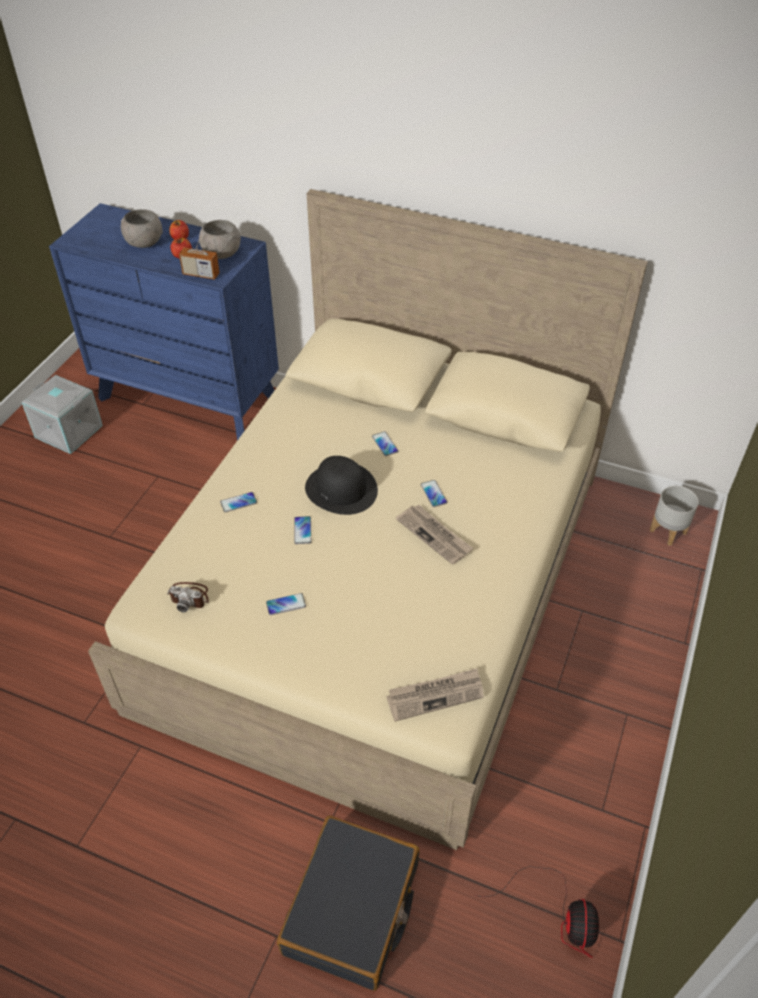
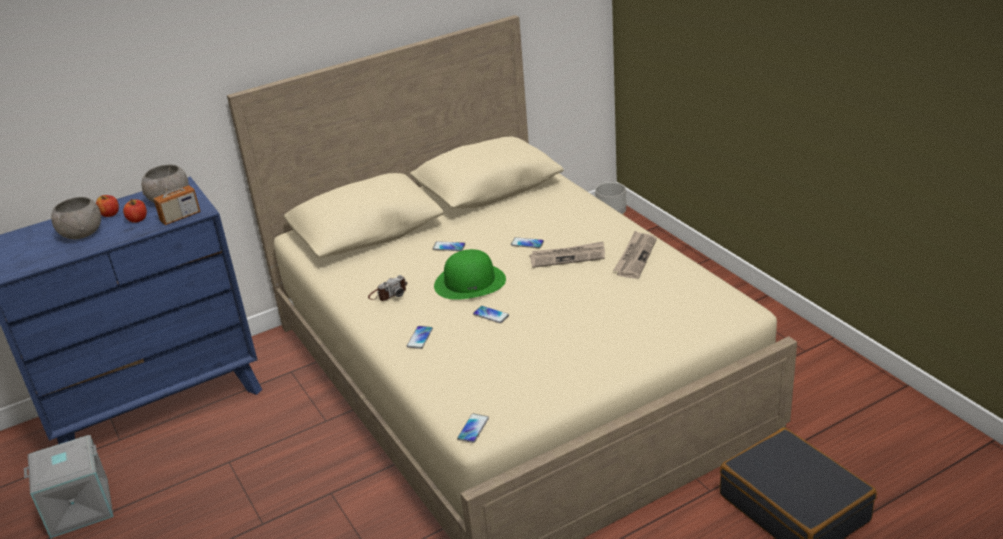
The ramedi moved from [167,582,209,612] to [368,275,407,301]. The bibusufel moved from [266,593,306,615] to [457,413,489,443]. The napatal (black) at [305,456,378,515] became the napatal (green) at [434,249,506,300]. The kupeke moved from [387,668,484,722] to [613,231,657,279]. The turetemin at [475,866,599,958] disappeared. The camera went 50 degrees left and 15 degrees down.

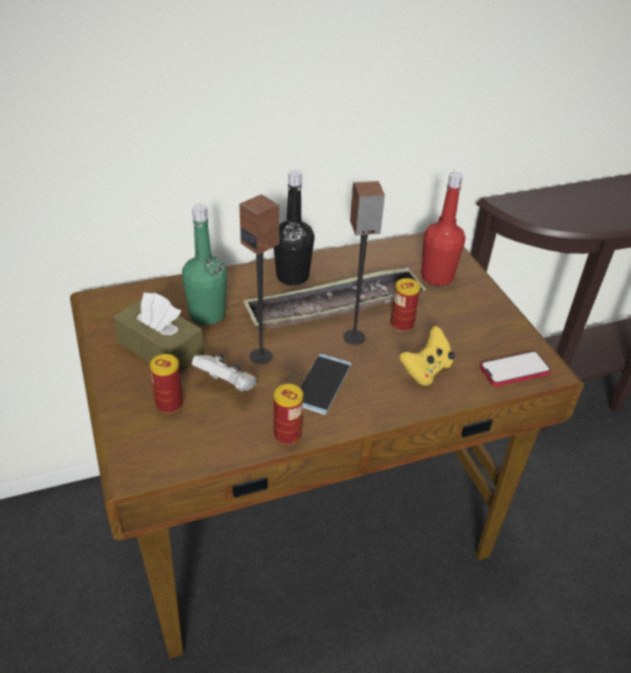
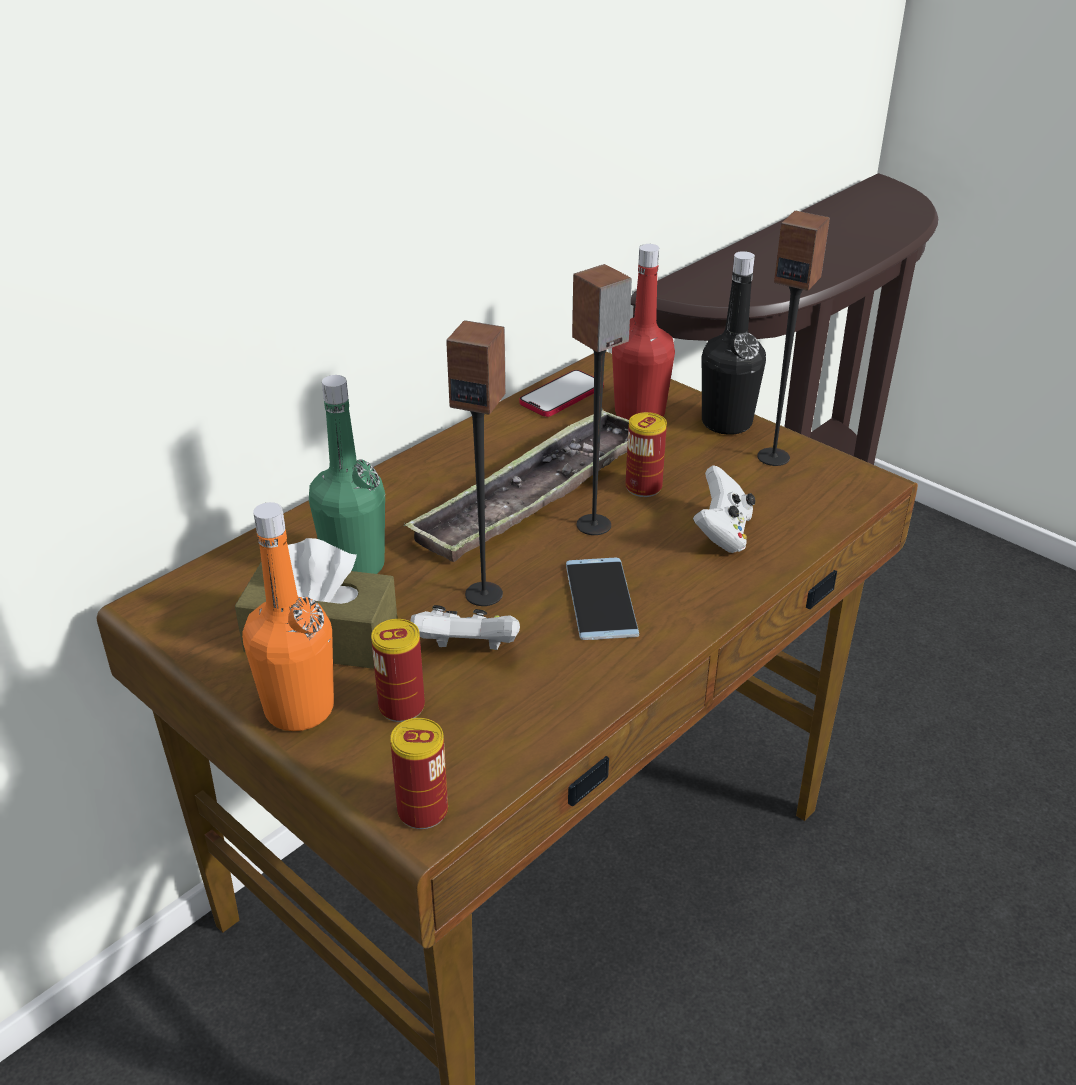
The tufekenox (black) moved from [274,170,314,285] to [702,251,766,435]. The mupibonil moved from [274,384,303,445] to [390,718,448,829]. The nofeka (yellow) at [399,326,455,386] became the nofeka (white) at [693,465,755,553]. The bibusufel moved from [480,351,551,386] to [519,370,604,417]. The tufekenox (orange) at [242,502,334,731] appeared. The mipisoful at [757,211,830,466] appeared. The camera went 25 degrees left and 5 degrees down.

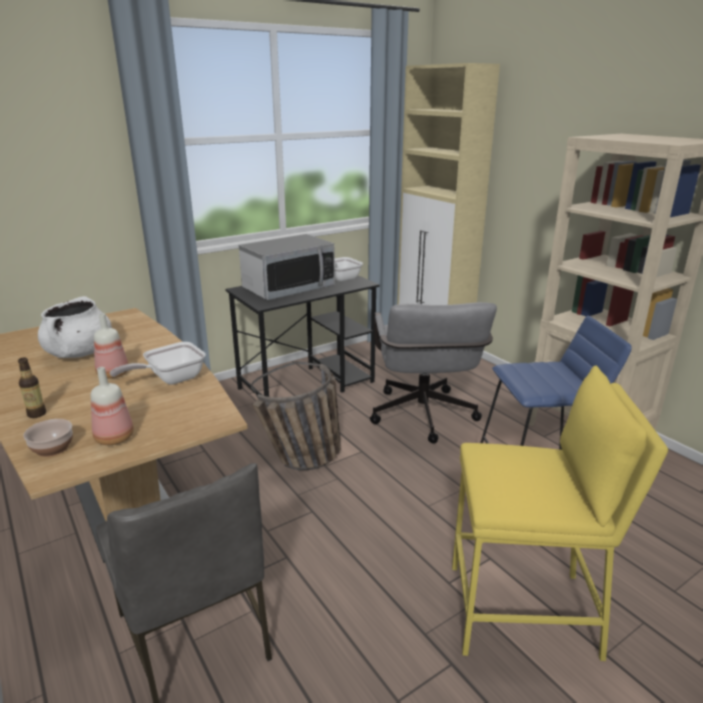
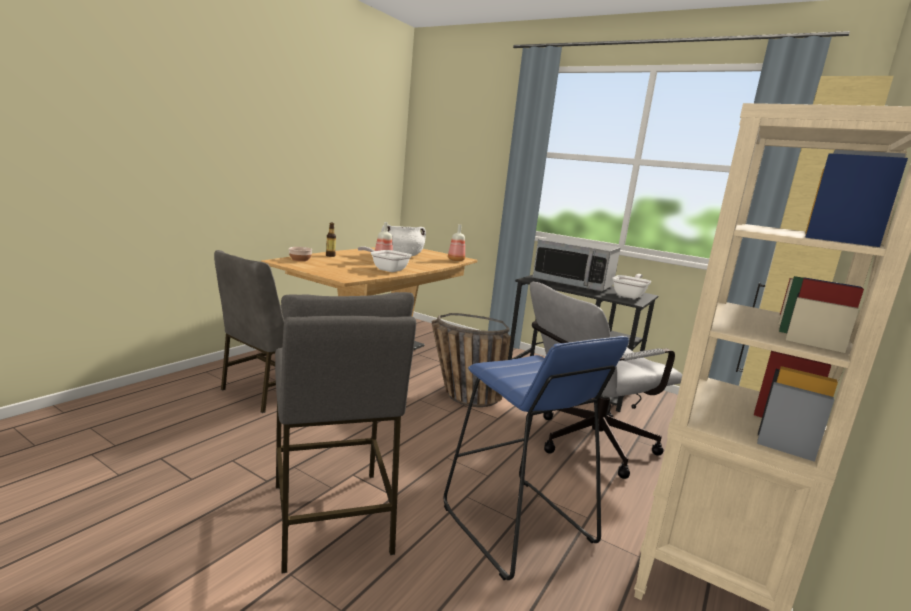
The tufekenox moved from [91,367,134,445] to [448,224,465,261]. The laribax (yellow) at [452,366,668,661] became the laribax (grey) at [275,292,416,573]. The camera went 65 degrees right and 10 degrees down.

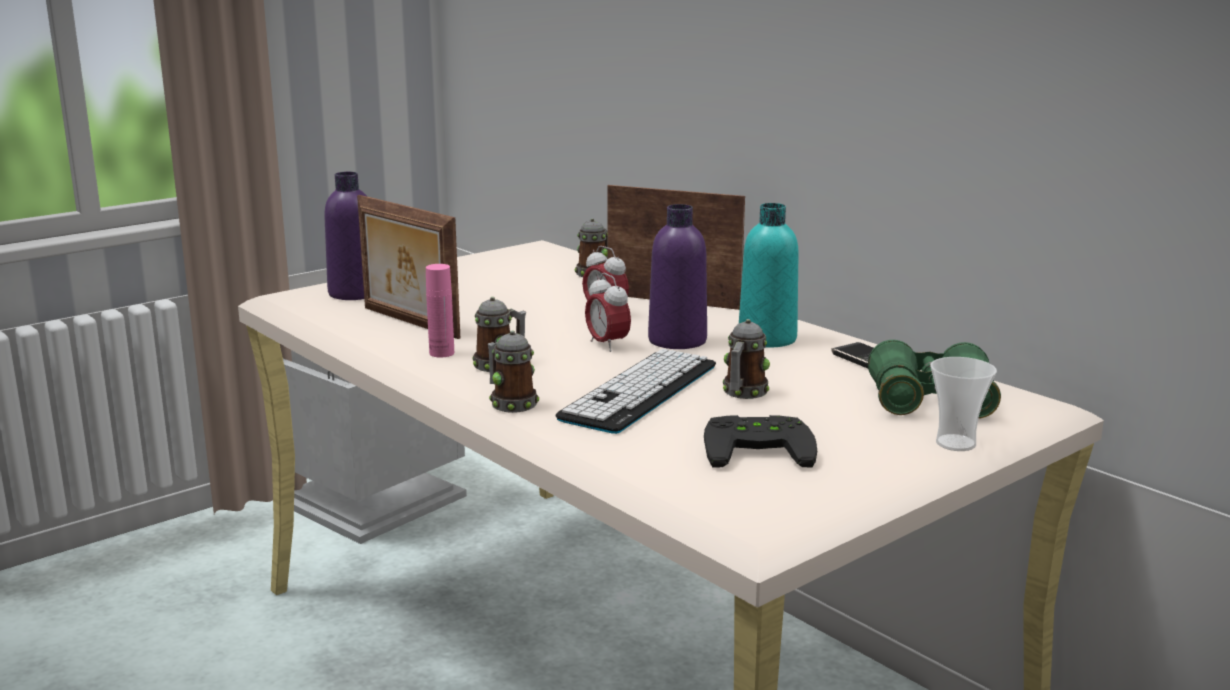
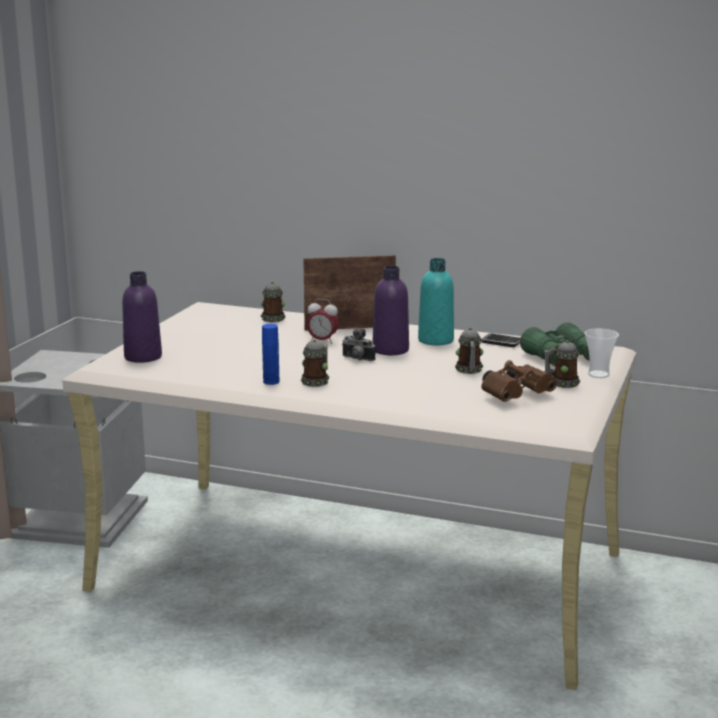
The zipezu at [357,195,460,339] disappeared. The tufekenox (pink) at [426,264,454,358] became the tufekenox (blue) at [262,324,279,385]. The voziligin moved from [488,330,539,413] to [544,340,580,388]. The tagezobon at [555,349,716,434] disappeared. The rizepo at [585,273,631,352] was replaced by the ramedi at [342,328,375,361]. The nofeka (black) at [704,415,817,468] was replaced by the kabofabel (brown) at [481,360,557,402]. The camera went 30 degrees left and 0 degrees up.

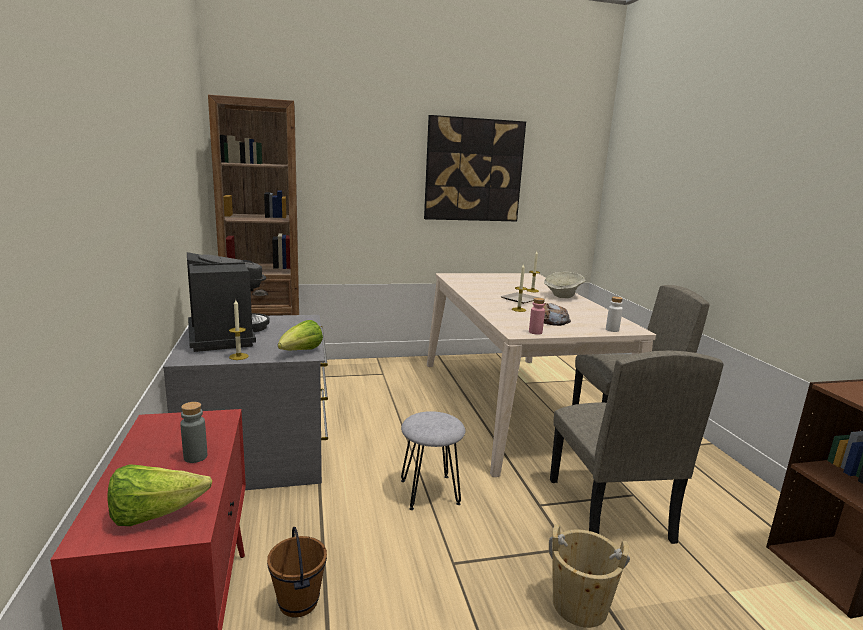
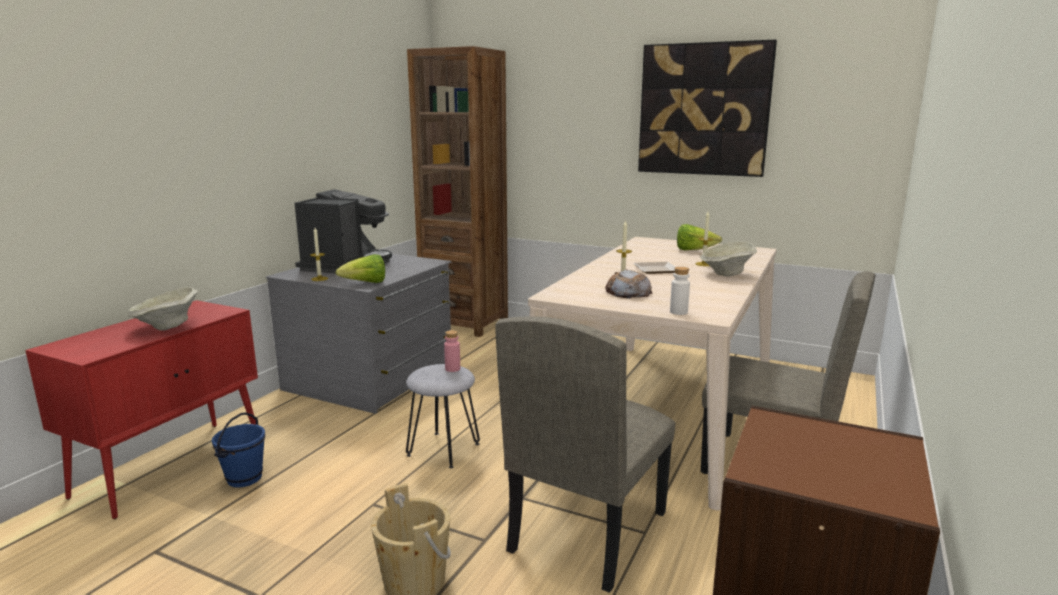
The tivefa moved from [108,464,212,526] to [677,224,722,250]. The tufekenox (grey) at [180,402,208,463] was replaced by the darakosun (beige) at [128,287,197,331]. The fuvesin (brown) at [267,527,327,618] became the fuvesin (blue) at [212,412,265,488]. The tufekenox (pink) moved from [529,298,545,335] to [444,330,460,372]. The camera went 40 degrees right and 0 degrees up.

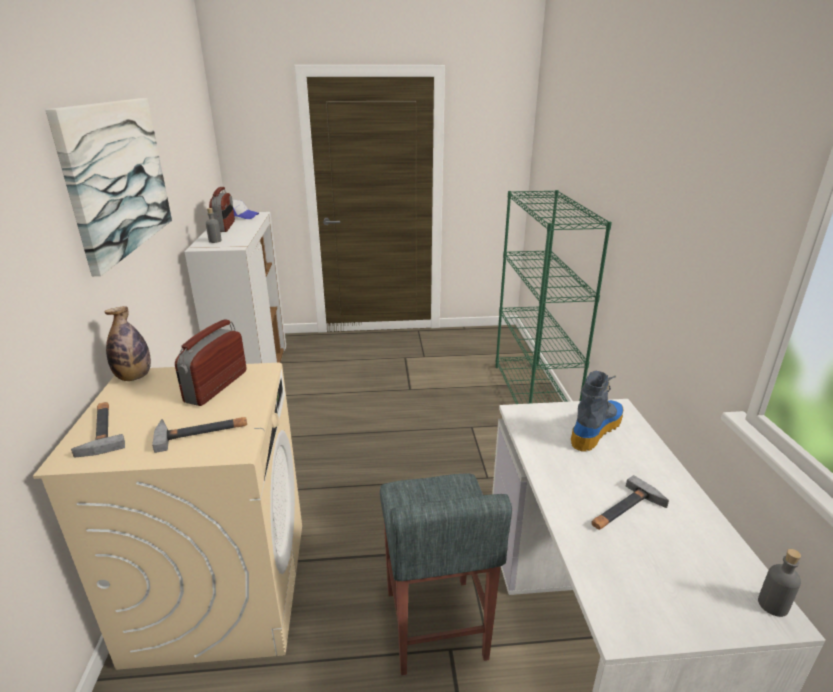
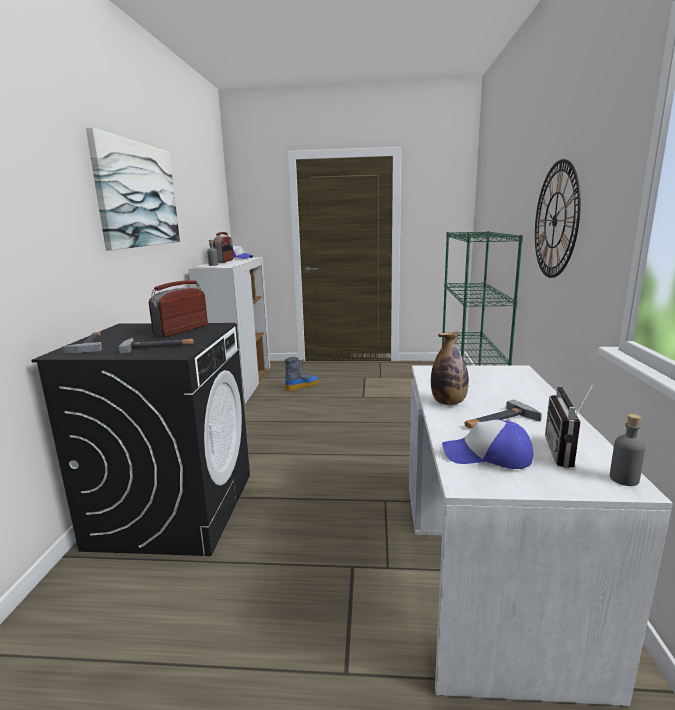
The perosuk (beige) at [33,363,302,670] became the perosuk (black) at [31,323,250,556]. The tufekenox moved from [104,306,151,381] to [431,332,469,405]. The laribax (grey) at [380,474,512,675] disappeared. The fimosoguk moved from [571,371,623,452] to [285,357,319,392]. The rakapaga at [442,419,533,469] appeared. The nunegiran at [535,159,581,278] appeared. The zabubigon at [545,380,596,468] appeared. The camera went 10 degrees right and 10 degrees down.

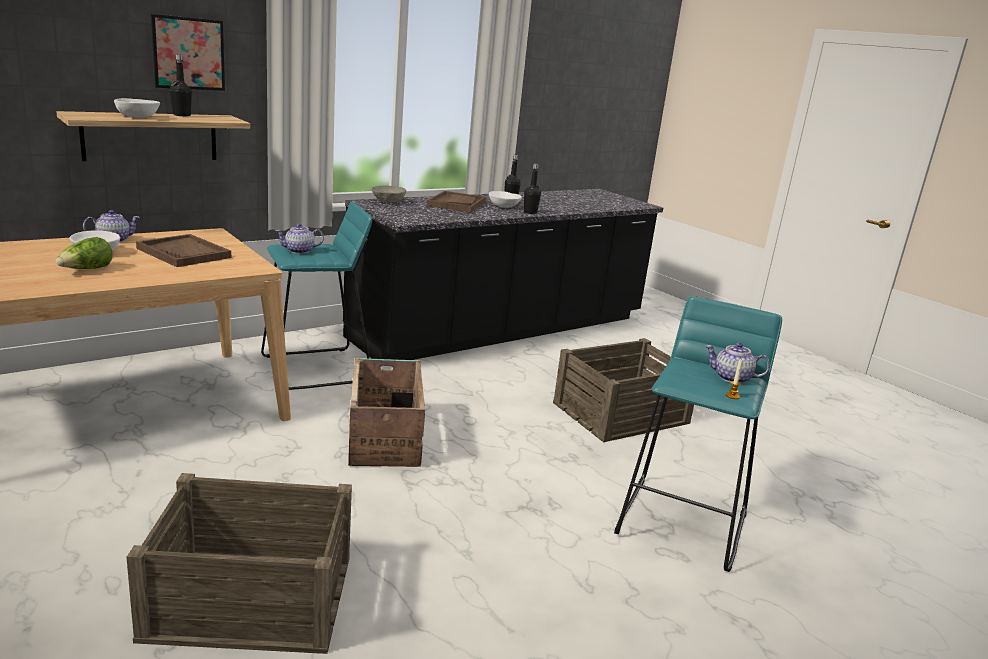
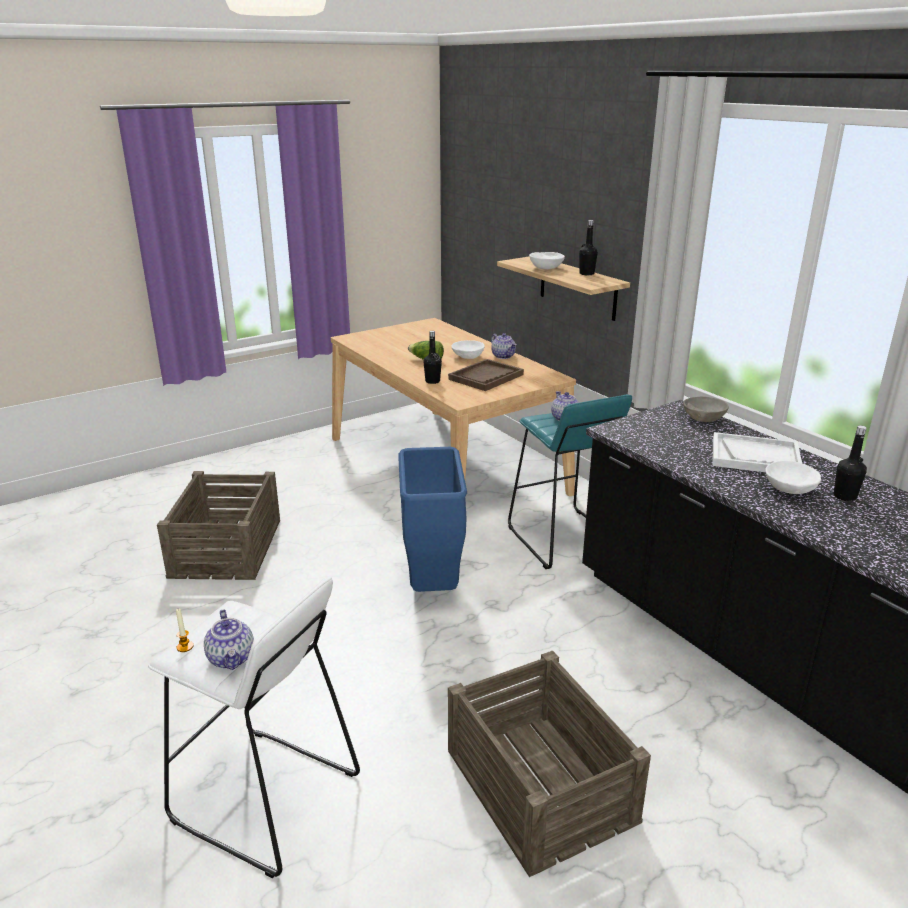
The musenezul at [151,14,225,91] disappeared. The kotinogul at [348,358,425,467] was replaced by the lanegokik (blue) at [398,447,467,592]. The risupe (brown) at [427,191,486,213] became the risupe (white) at [713,432,802,472]. The tufekenox (black) moved from [524,163,541,214] to [423,331,442,384]. The laribax (turquoise) at [614,296,782,572] became the laribax (white) at [148,577,360,878]. The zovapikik at [705,343,770,384] turned 135 degrees clockwise. The camera went 95 degrees right and 5 degrees up.

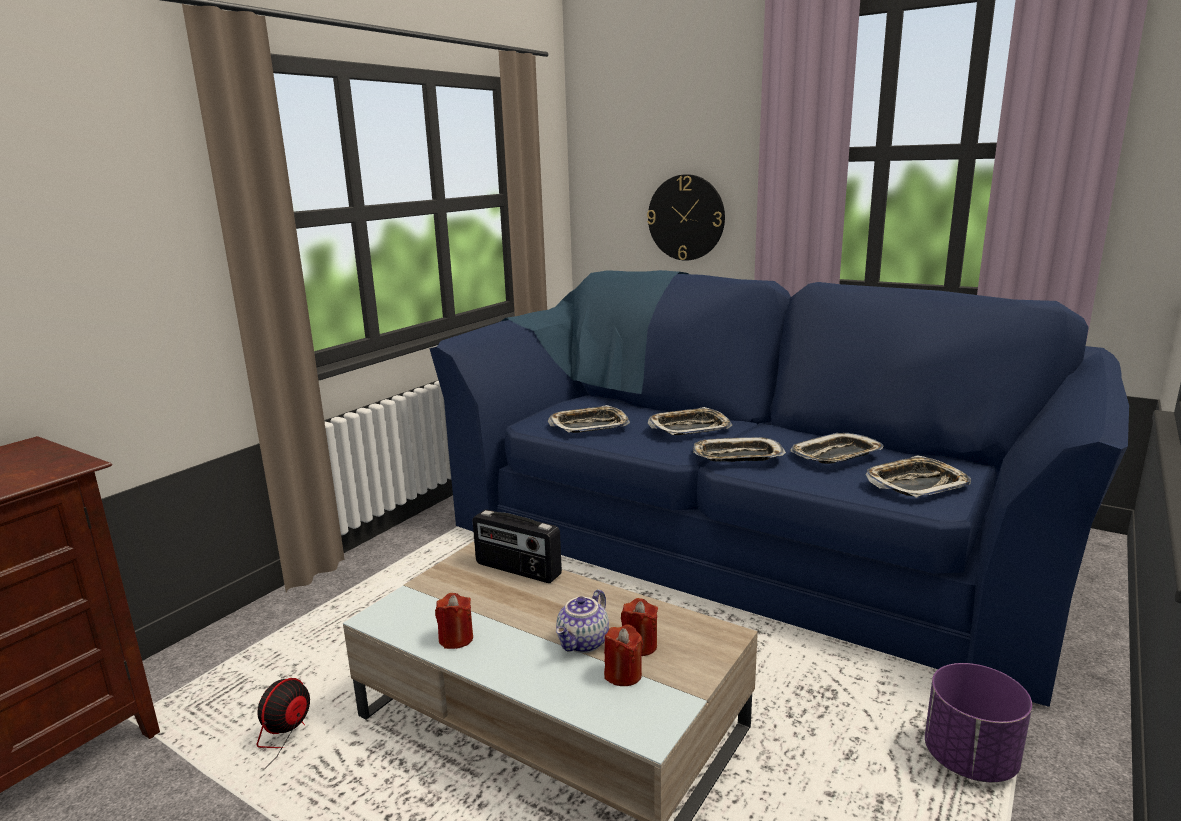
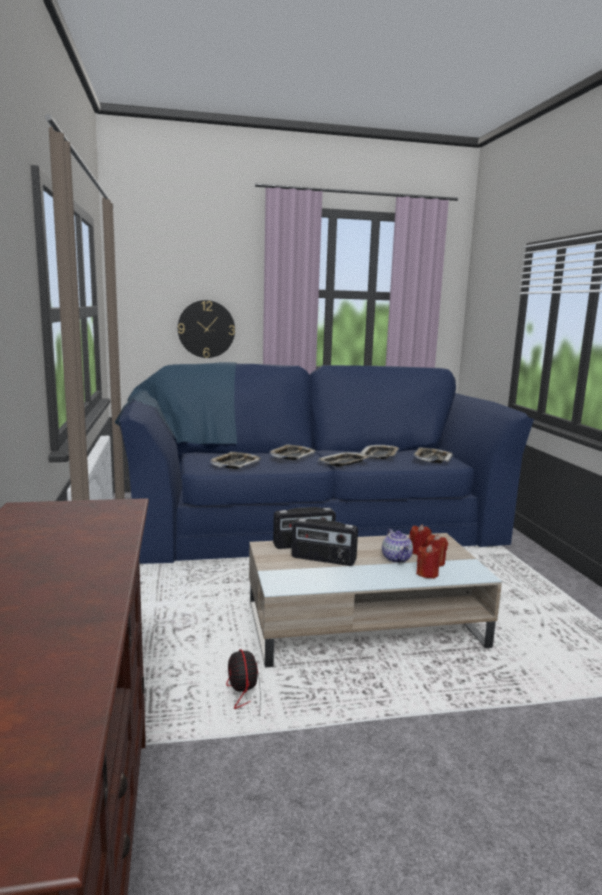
The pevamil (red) moved from [435,593,473,649] to [416,544,441,579]. The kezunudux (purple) at [925,663,1032,782] disappeared. The zabubigon at [291,518,358,566] appeared. The camera went 45 degrees left and 5 degrees down.

